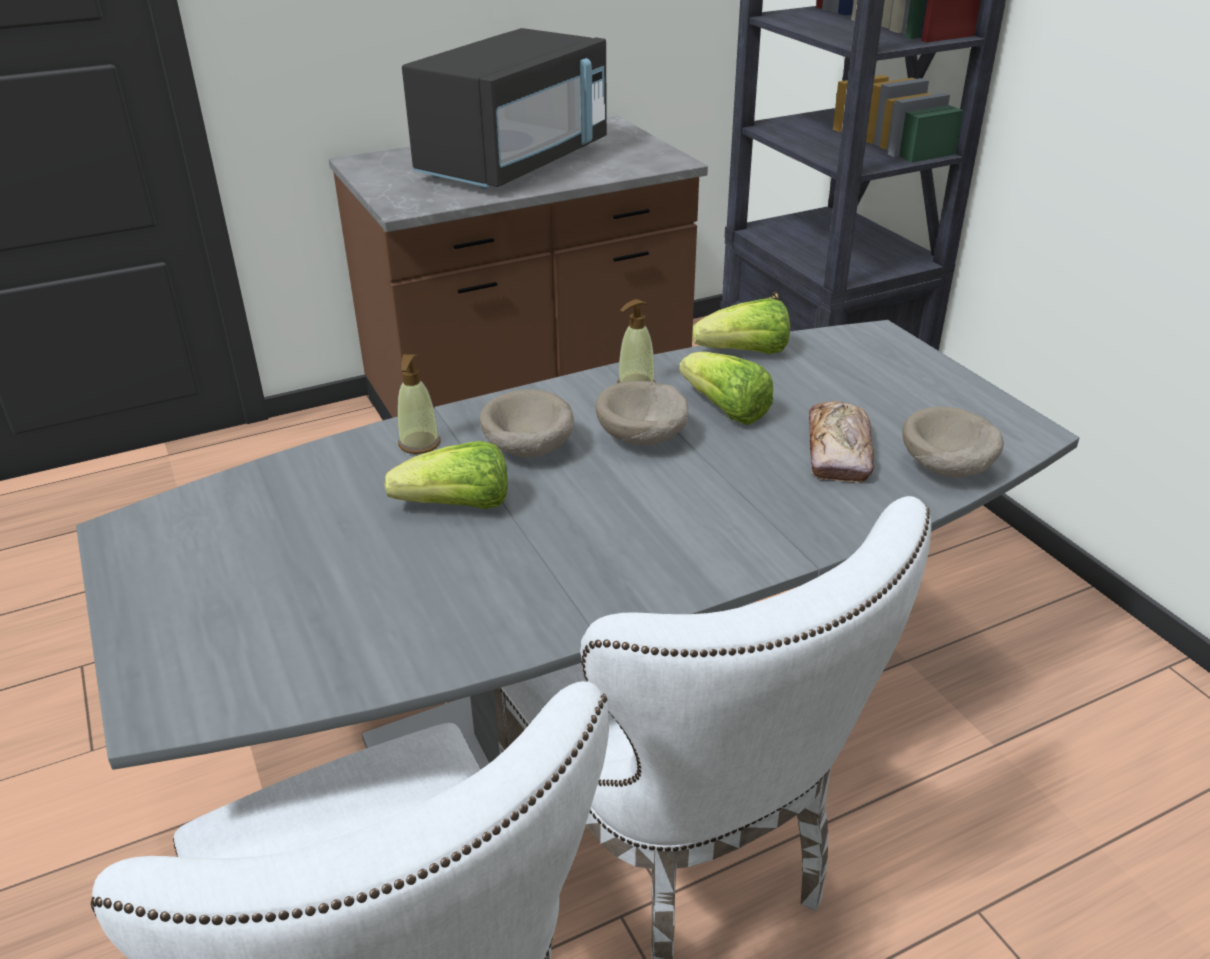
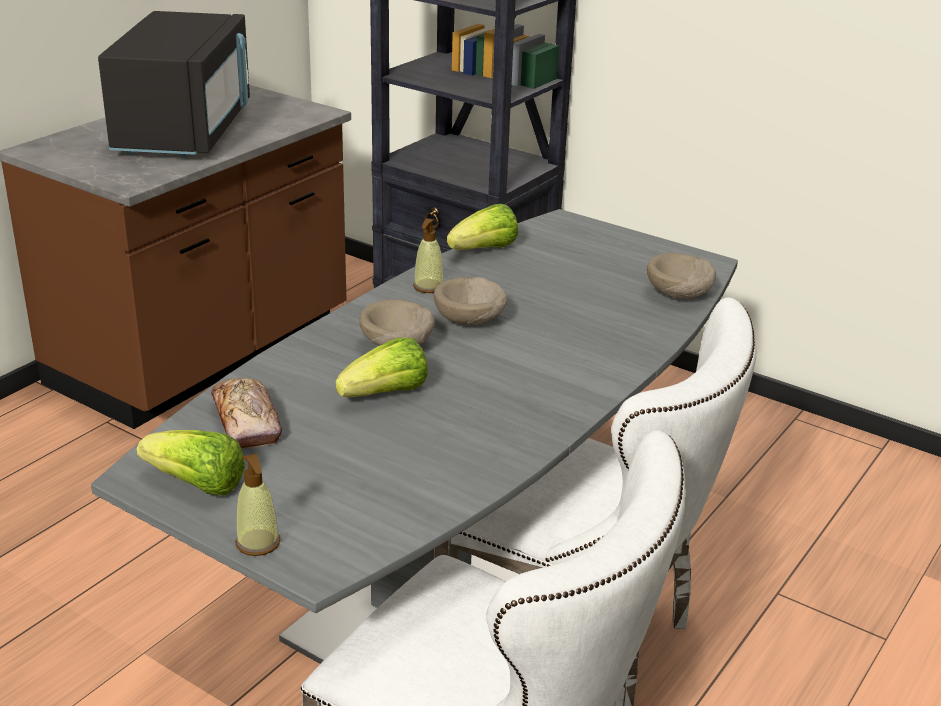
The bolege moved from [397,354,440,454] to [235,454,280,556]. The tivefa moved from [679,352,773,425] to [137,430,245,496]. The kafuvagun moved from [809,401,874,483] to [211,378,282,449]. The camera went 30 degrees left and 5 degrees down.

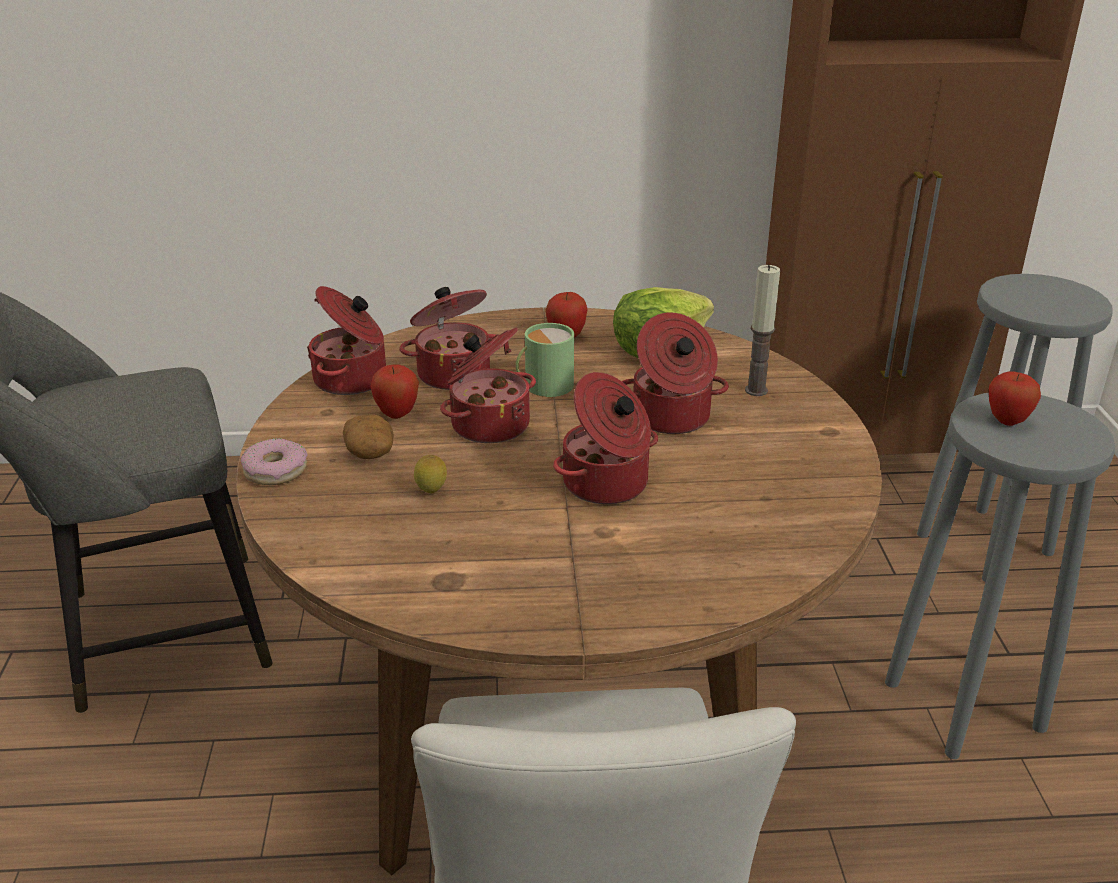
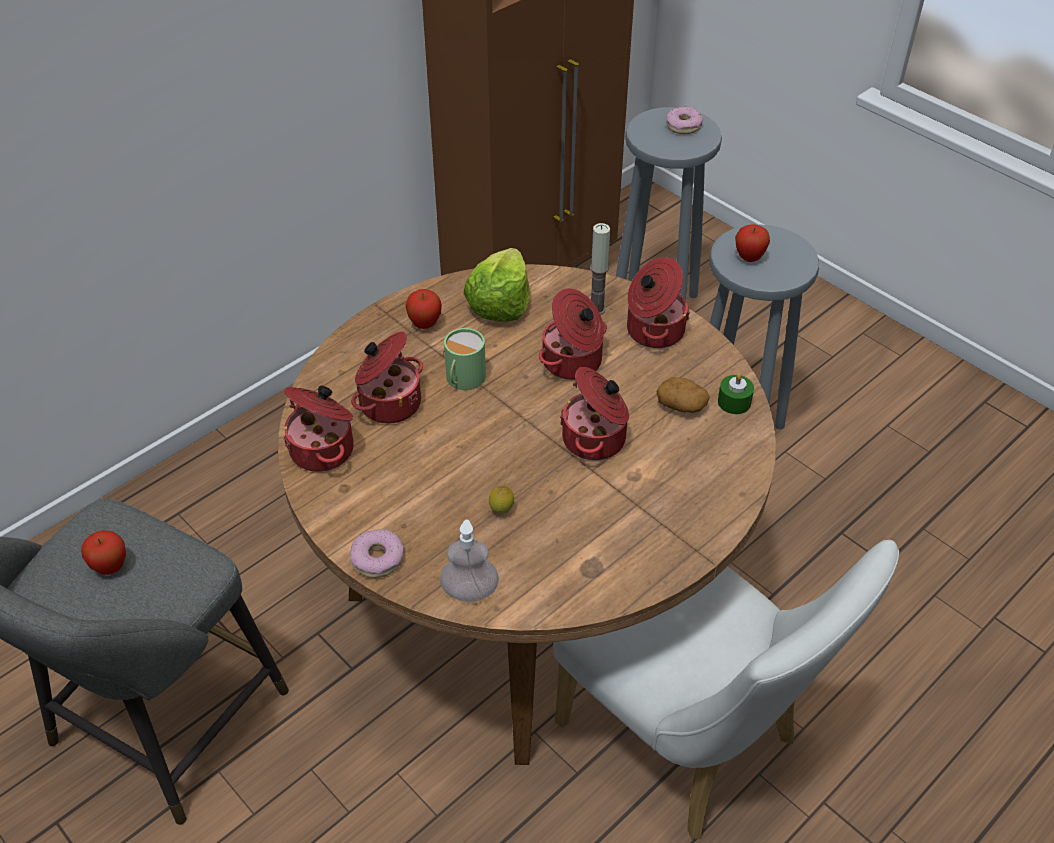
The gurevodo moved from [343,414,394,459] to [657,377,710,413]. The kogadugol moved from [370,365,419,419] to [81,530,126,575]. The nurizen moved from [440,328,536,443] to [627,257,690,348]. The bolege at [440,520,499,602] appeared. The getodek at [666,107,703,134] appeared. The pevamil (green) at [718,373,754,414] appeared. The camera went 40 degrees left and 15 degrees up.

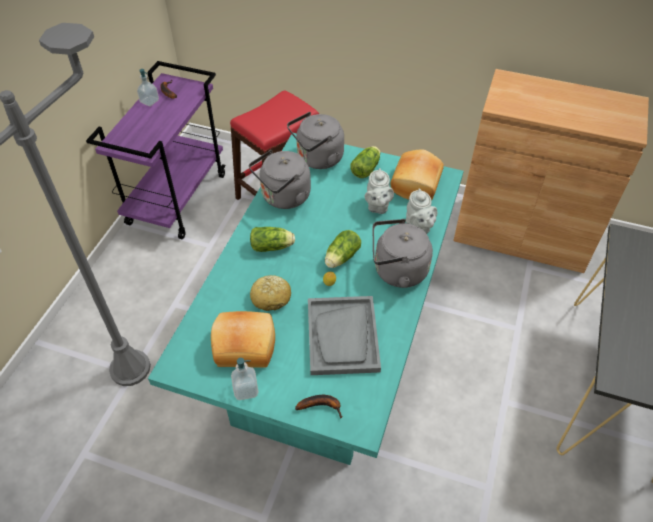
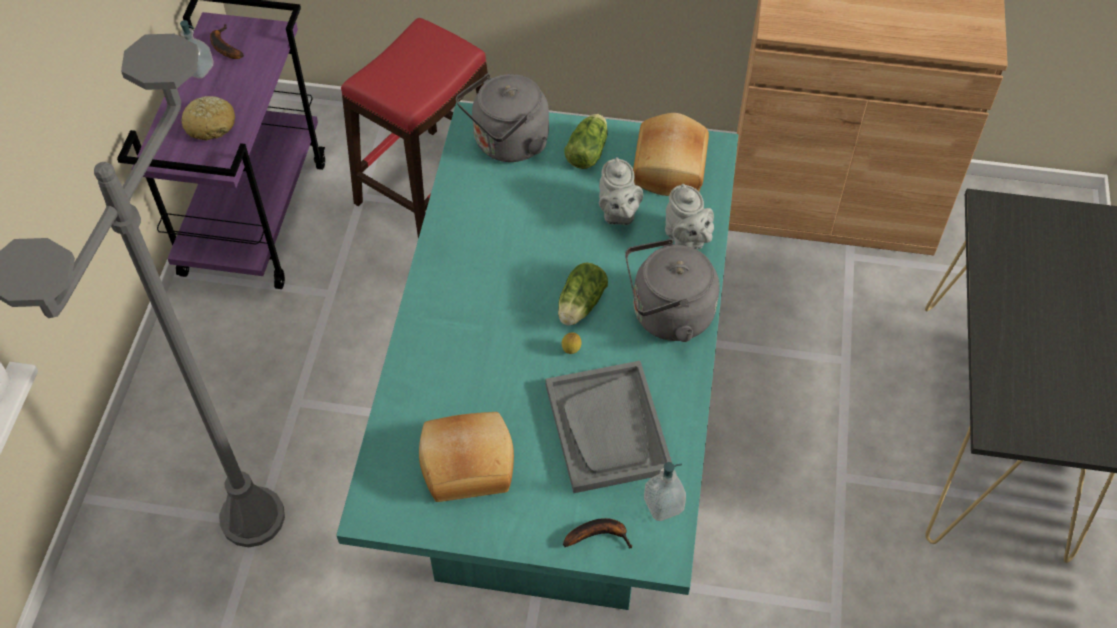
The bolege moved from [231,358,259,400] to [644,462,686,521]. The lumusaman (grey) at [249,150,311,209] disappeared. The tivefa at [250,227,295,252] disappeared. The kafuvagun moved from [250,275,291,311] to [182,96,235,141]. The camera went 10 degrees left and 5 degrees up.

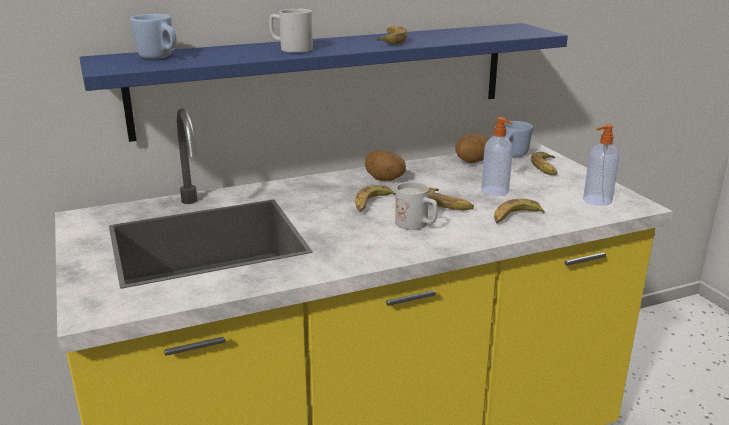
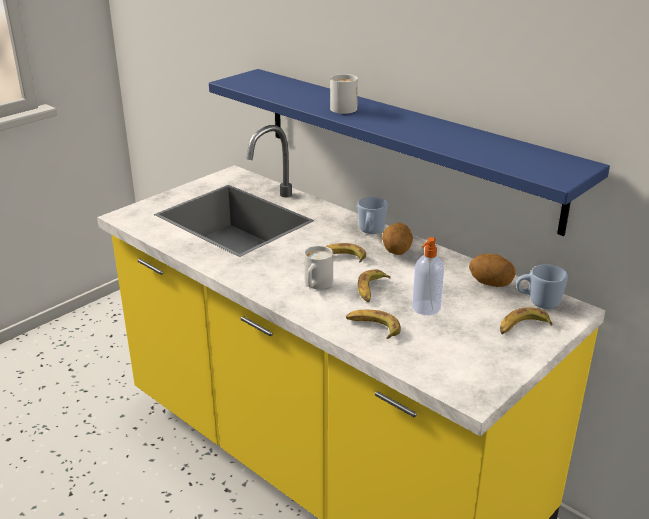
The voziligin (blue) moved from [130,14,177,59] to [357,197,388,234]. The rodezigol at [376,26,407,44] disappeared. The bolege at [583,124,619,206] disappeared. The camera went 65 degrees right and 5 degrees up.

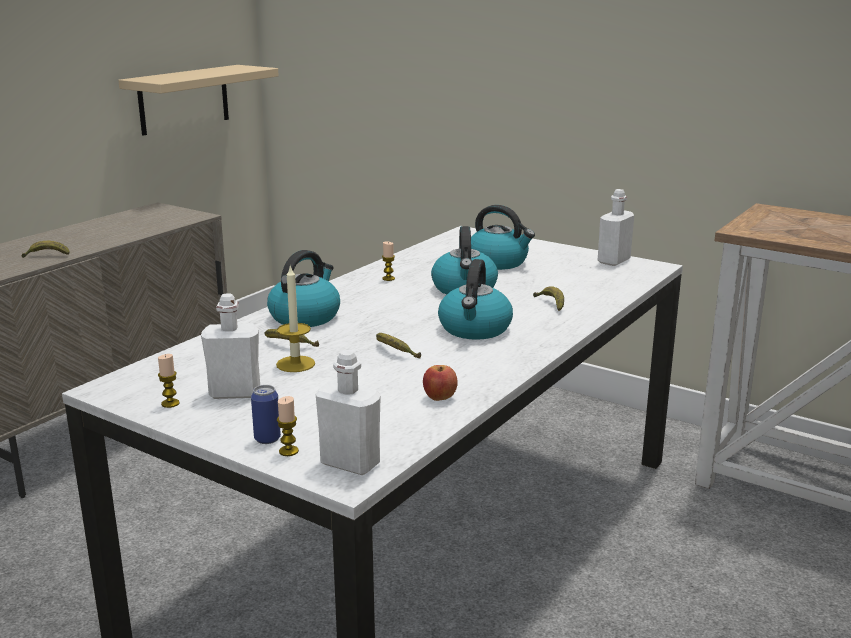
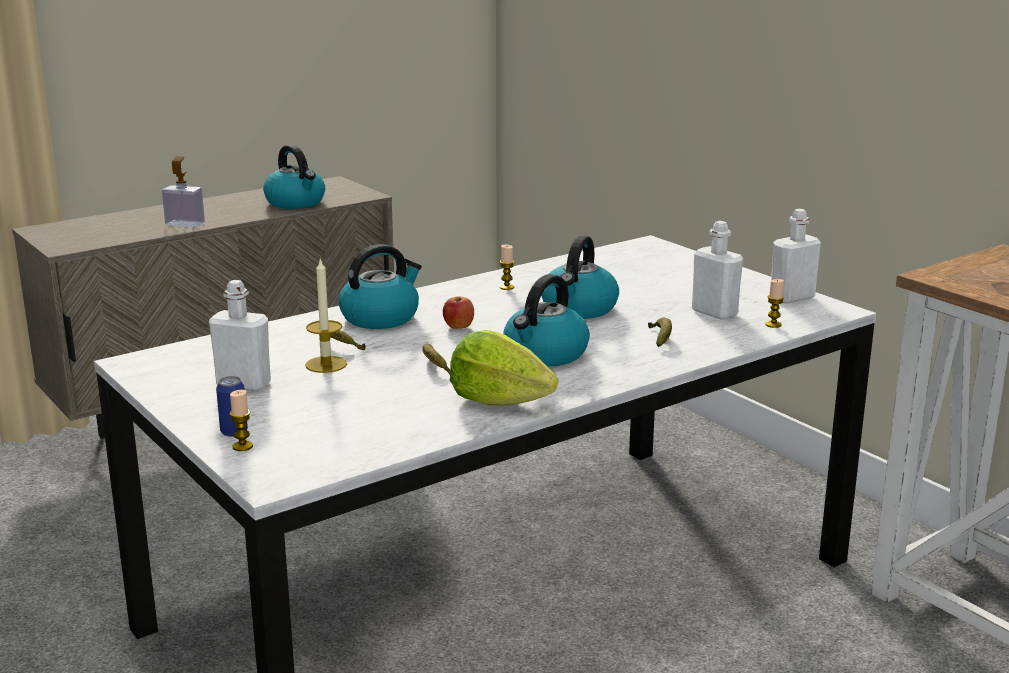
The rodezigol at [22,241,70,258] was replaced by the bolege at [162,156,205,227]. The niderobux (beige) at [118,65,279,136] disappeared. The pevamil moved from [158,354,180,408] to [765,279,784,328]. The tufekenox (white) moved from [316,350,381,475] to [692,221,743,320]. The kogadugol moved from [423,365,458,401] to [443,297,474,329]. The lumusaman moved from [471,205,535,270] to [263,145,325,209]. The tivefa at [450,330,558,405] appeared. The camera went 20 degrees right and 0 degrees up.

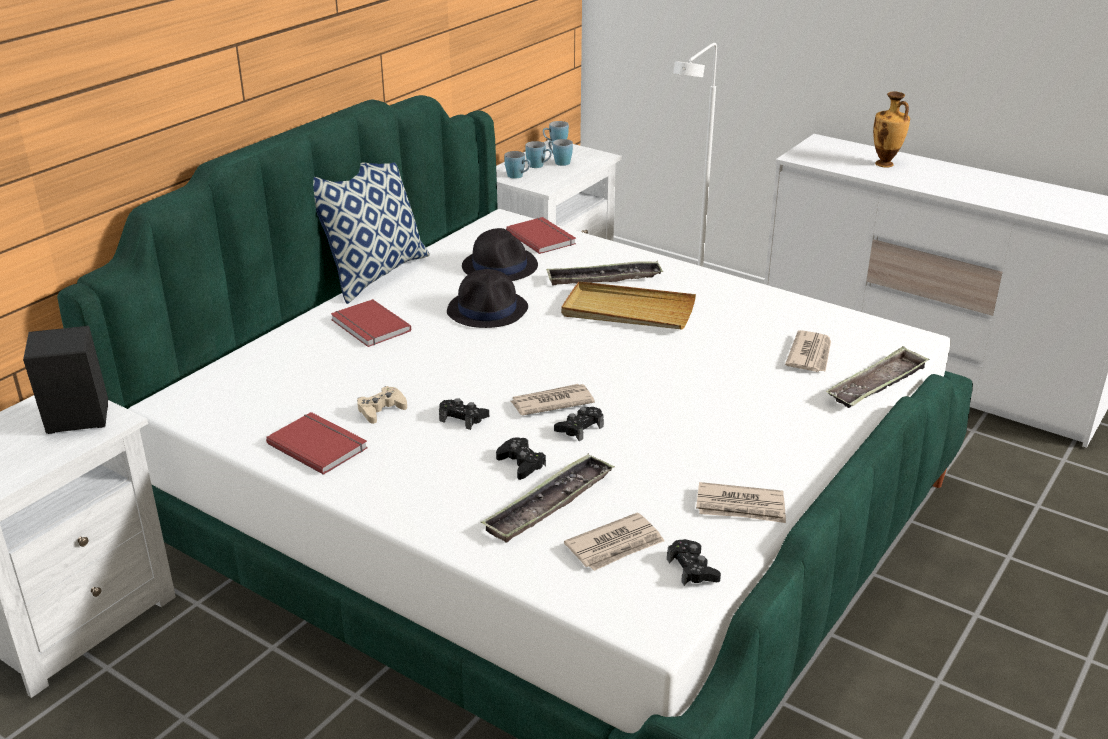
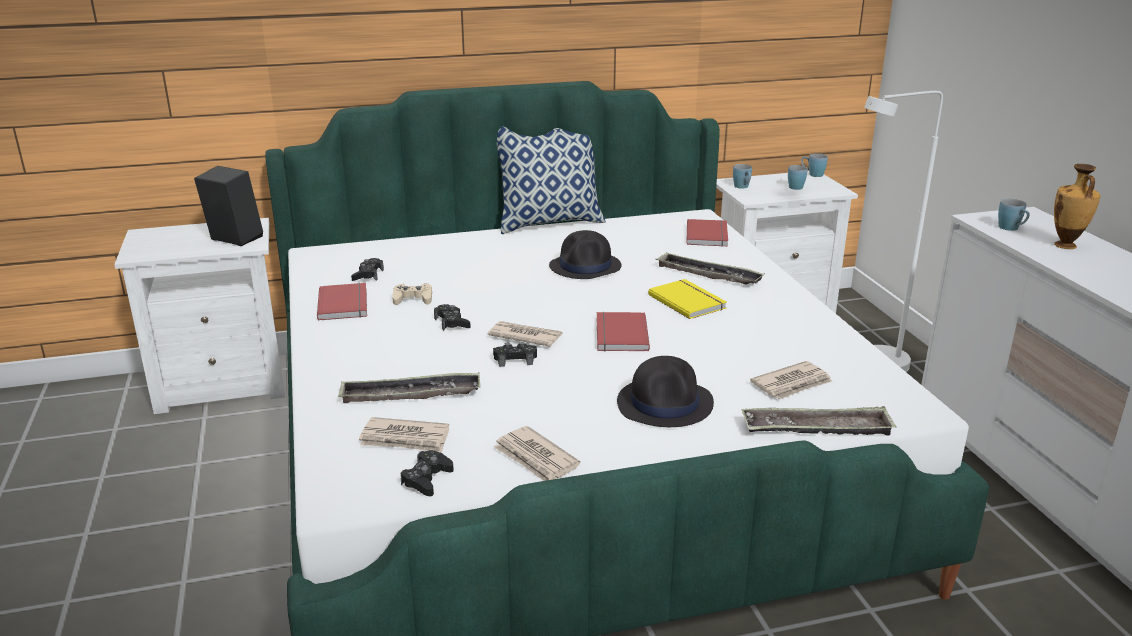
The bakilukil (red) moved from [331,299,411,347] to [597,312,650,352]. The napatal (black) moved from [462,228,538,281] to [617,356,714,427]. The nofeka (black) moved from [496,437,546,480] to [351,258,384,281]. The voziligin (blue) moved from [525,141,552,168] to [998,199,1030,231]. The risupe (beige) at [561,281,696,330] was replaced by the bakilukil (yellow) at [648,279,727,319]. The camera went 40 degrees right and 5 degrees down.

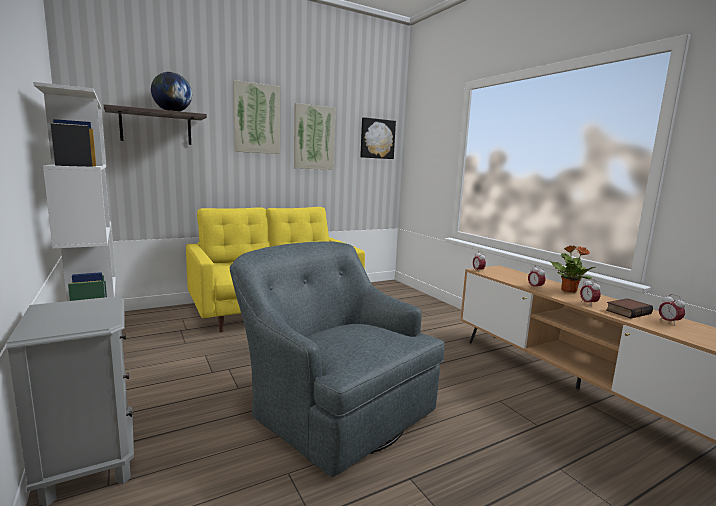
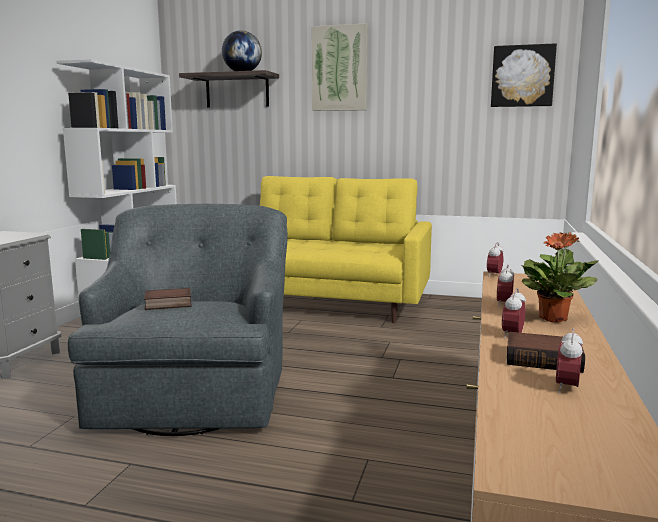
The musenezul at [294,103,335,170] disappeared. The bakilukil at [144,288,192,310] appeared. The camera went 45 degrees right and 0 degrees up.

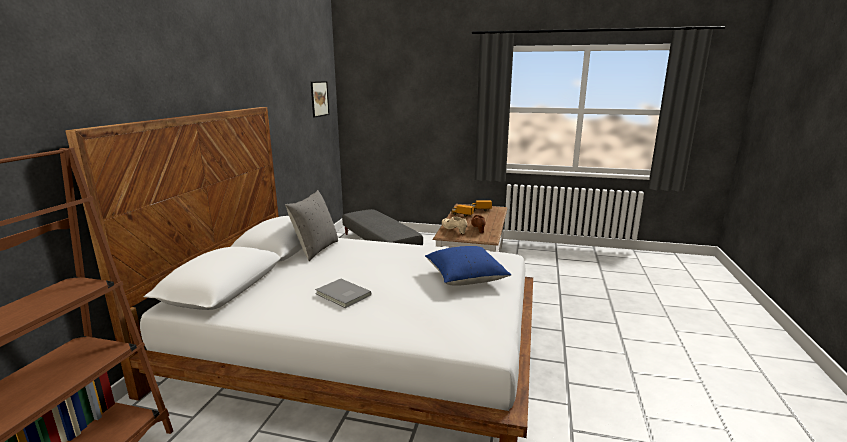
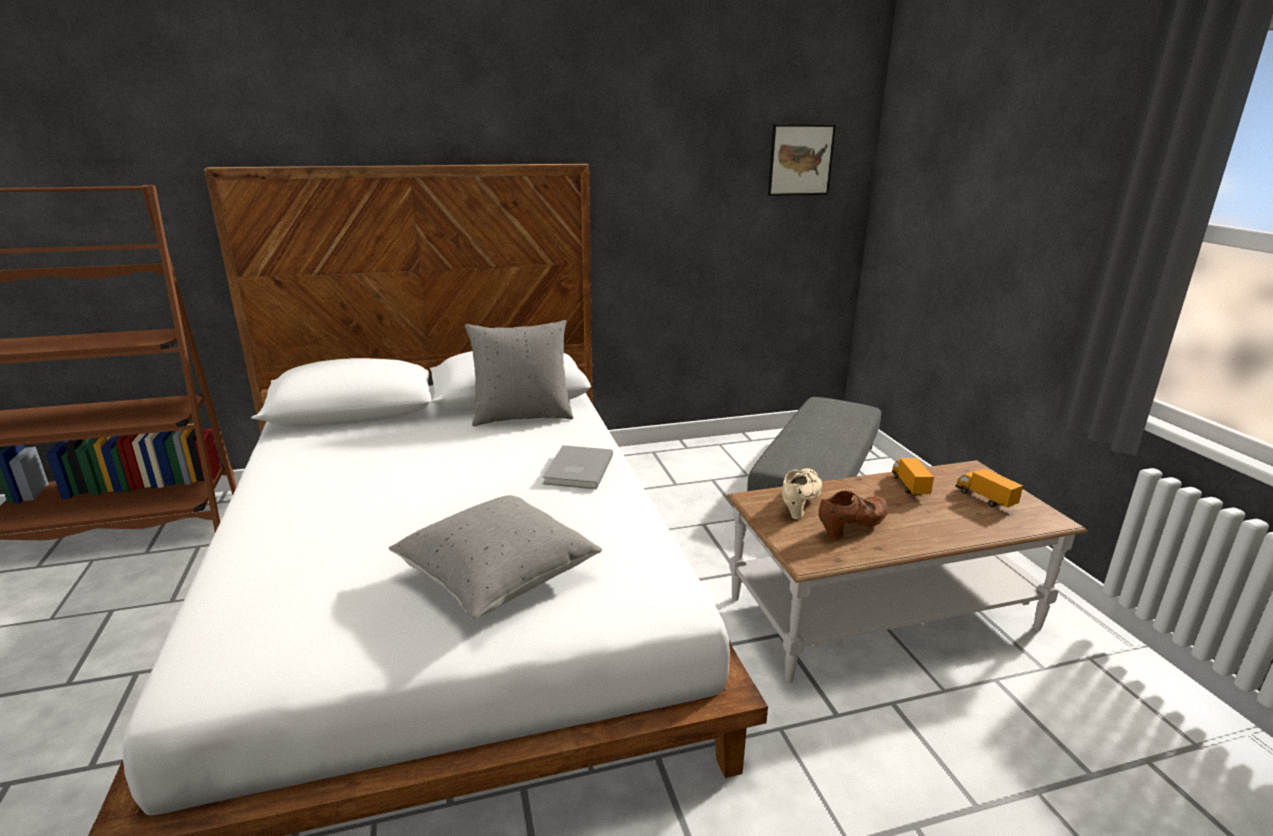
The bakilukil (grey) moved from [315,279,371,308] to [542,445,613,489]. The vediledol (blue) at [425,246,511,286] became the vediledol (grey) at [389,495,602,619]. The camera went 60 degrees right and 5 degrees up.

